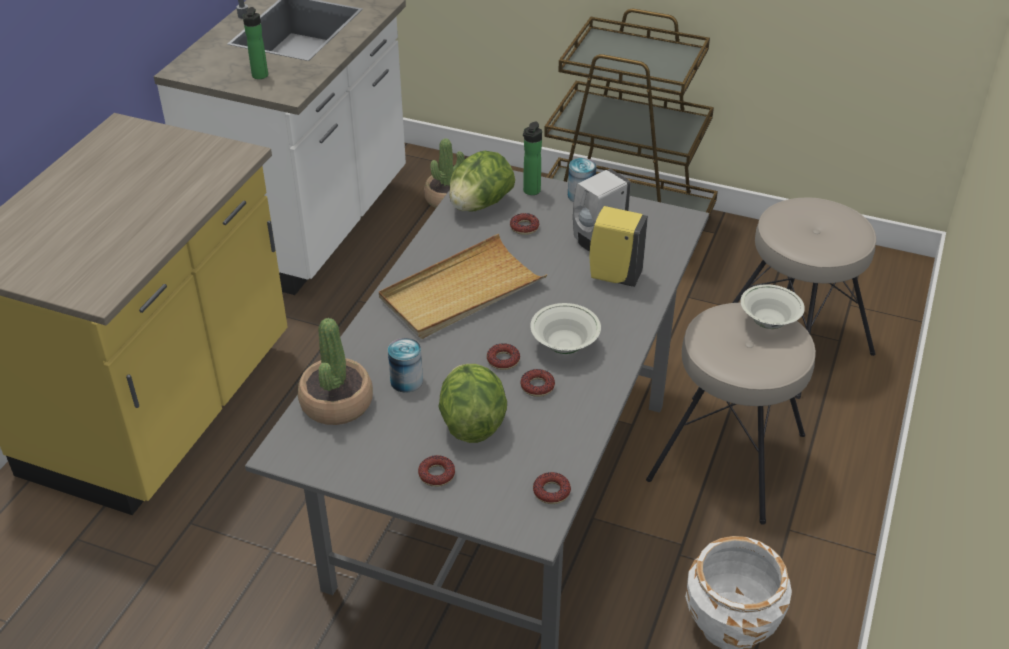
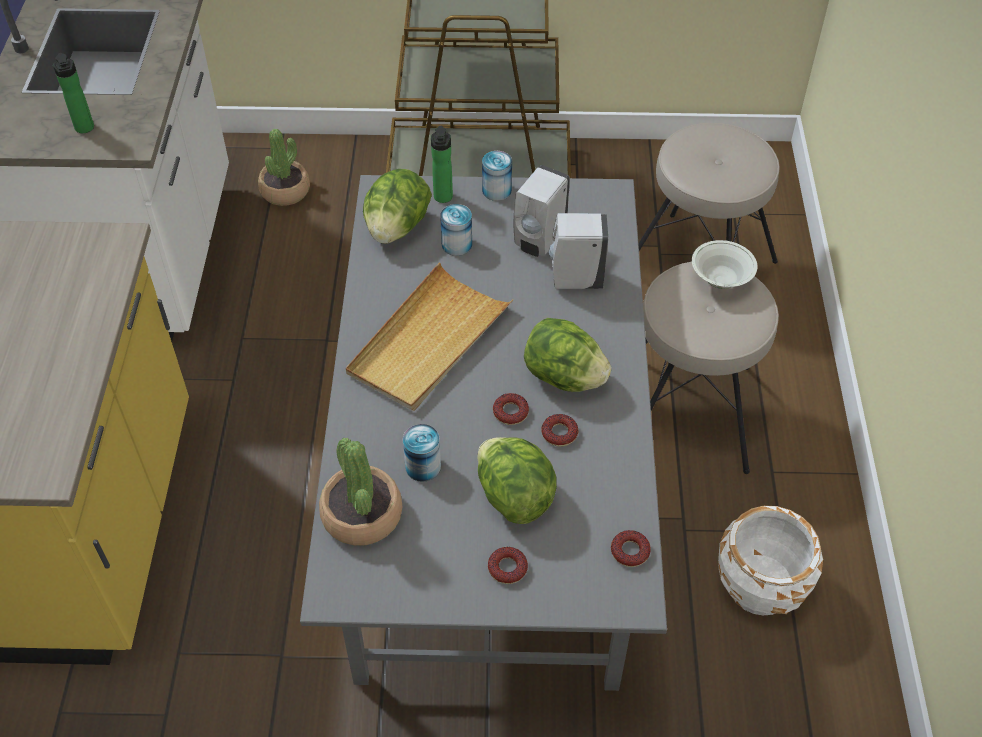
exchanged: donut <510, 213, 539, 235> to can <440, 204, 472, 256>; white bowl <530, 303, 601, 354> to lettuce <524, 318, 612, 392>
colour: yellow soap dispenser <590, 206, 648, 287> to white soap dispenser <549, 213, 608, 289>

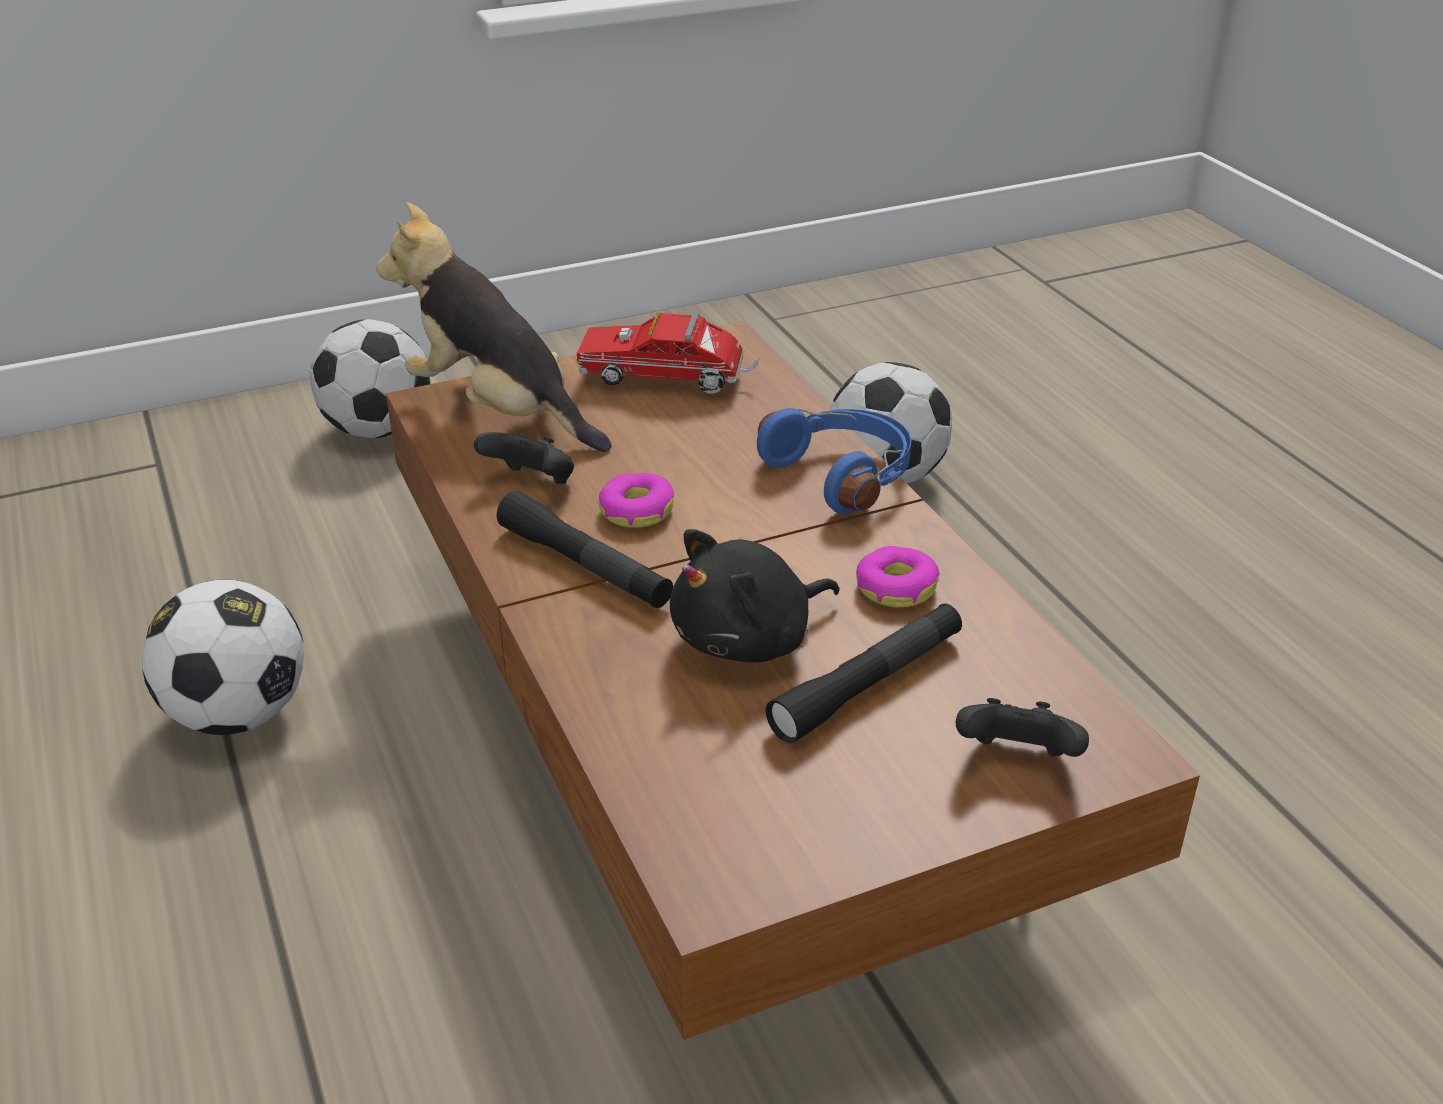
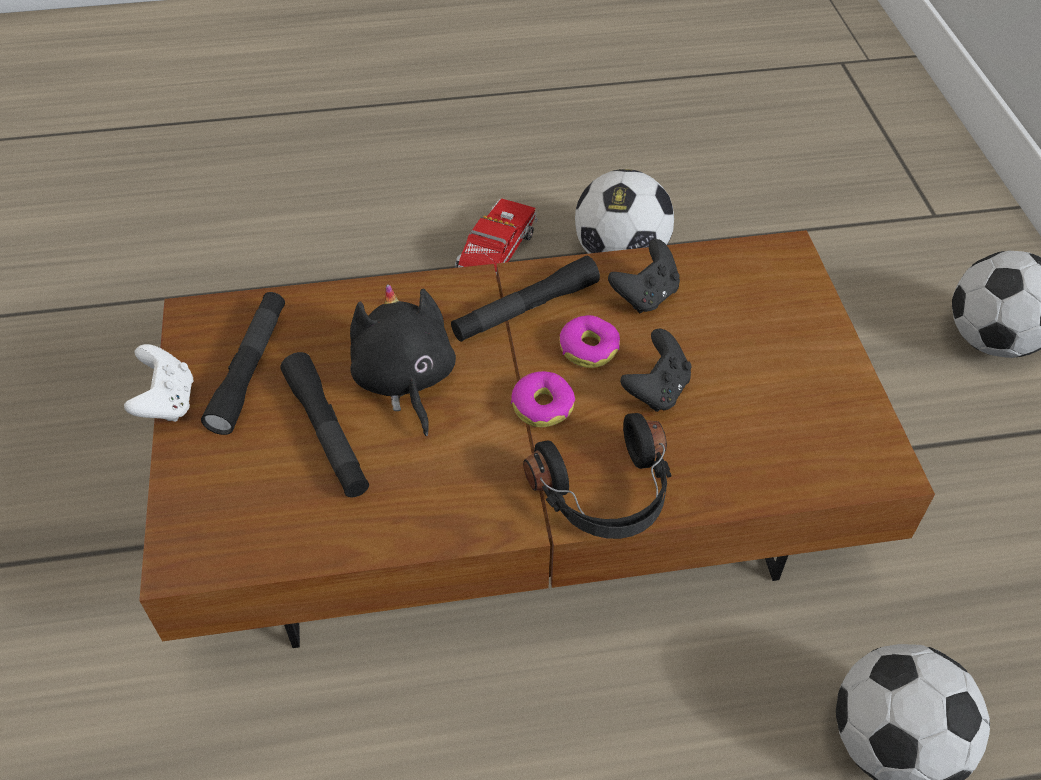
missing: plush toy <376, 202, 611, 452>
appeared: black flashlight <201, 292, 285, 435>; white game controller <124, 344, 193, 422>
relocated: toy truck <576, 312, 759, 394> to <455, 198, 538, 276>; donut <856, 546, 940, 607> to <511, 371, 575, 427>; black game controller <955, 698, 1089, 757> to <620, 329, 691, 412>
colour: blue headphones <757, 408, 911, 514> to black headphones <523, 413, 672, 539>

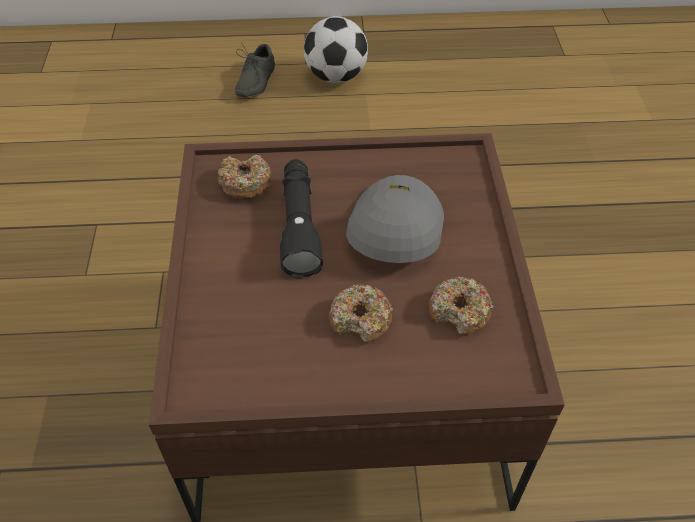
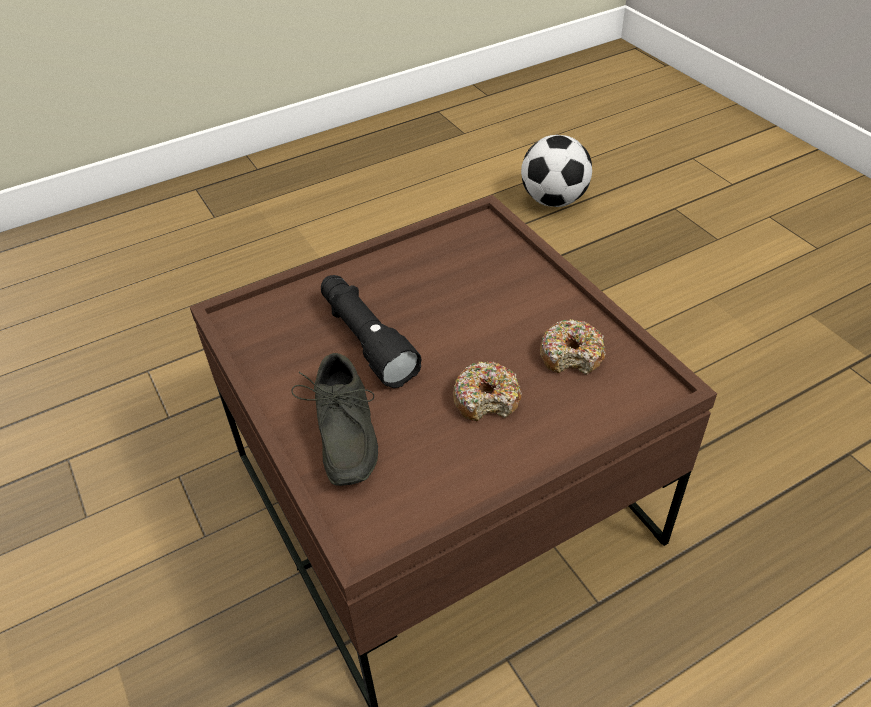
missing: donut <218, 155, 272, 200>; grey cap <346, 175, 444, 263>
relocated: football <304, 16, 368, 83> to <521, 135, 592, 207>; grey shoe <235, 42, 275, 97> to <291, 353, 378, 486>

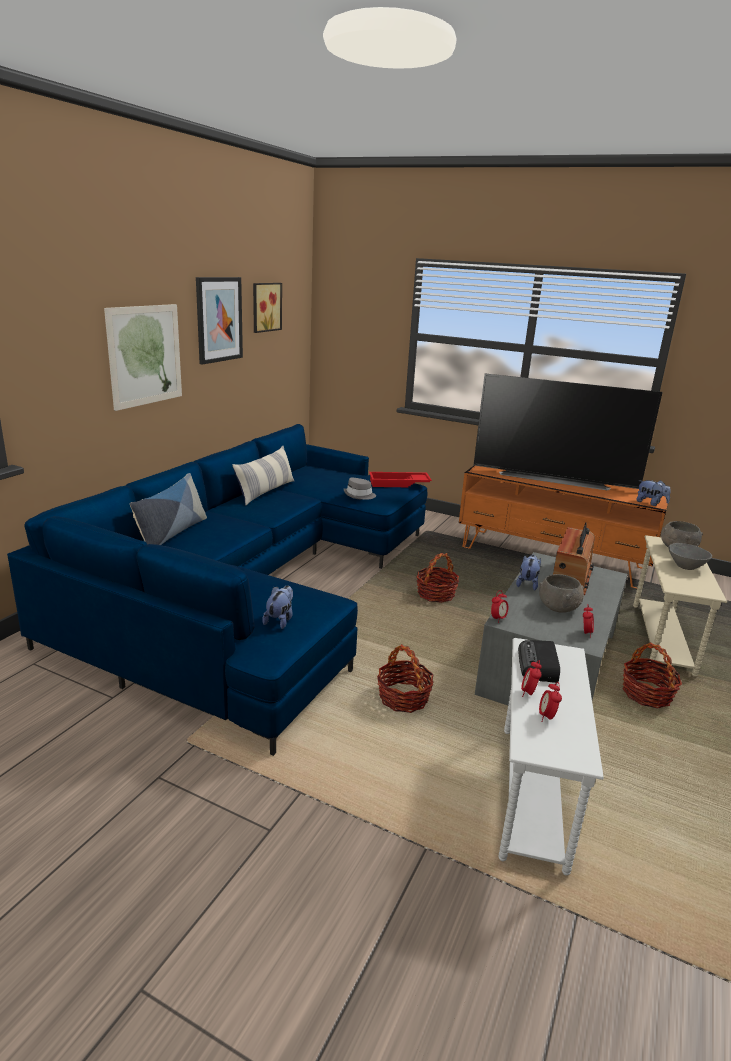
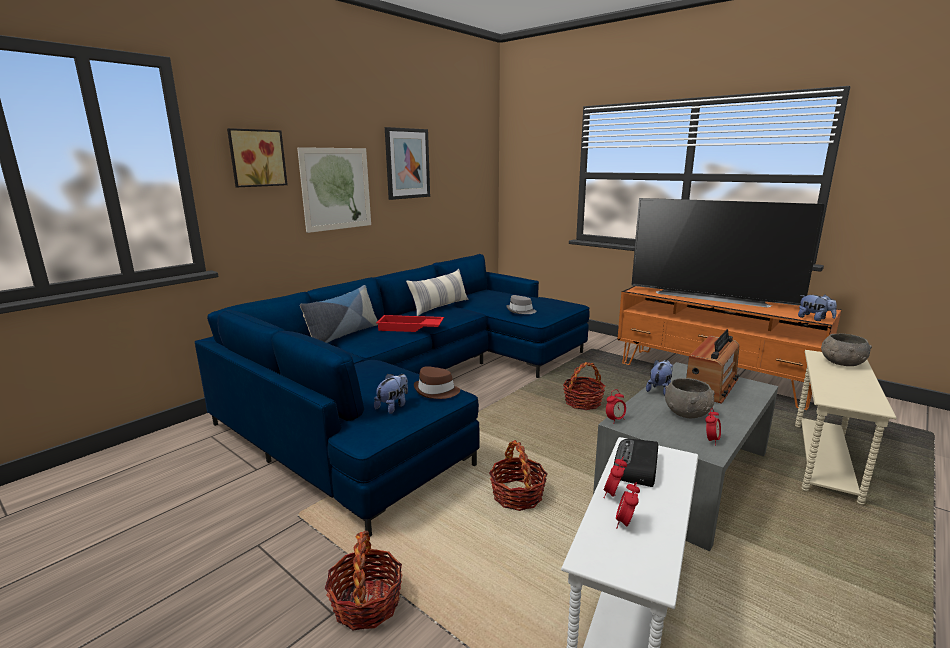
missing: grey bowl <669, 543, 712, 570>
appeared: brown hat <414, 366, 460, 399>
relocated: picture <253, 283, 282, 333> to <227, 128, 288, 187>; red tray <369, 472, 432, 487> to <376, 315, 444, 332>; basket <622, 642, 682, 709> to <325, 531, 403, 630>

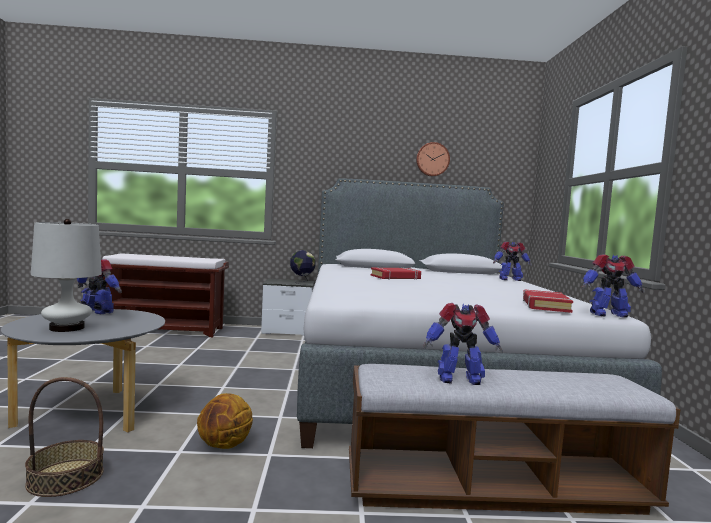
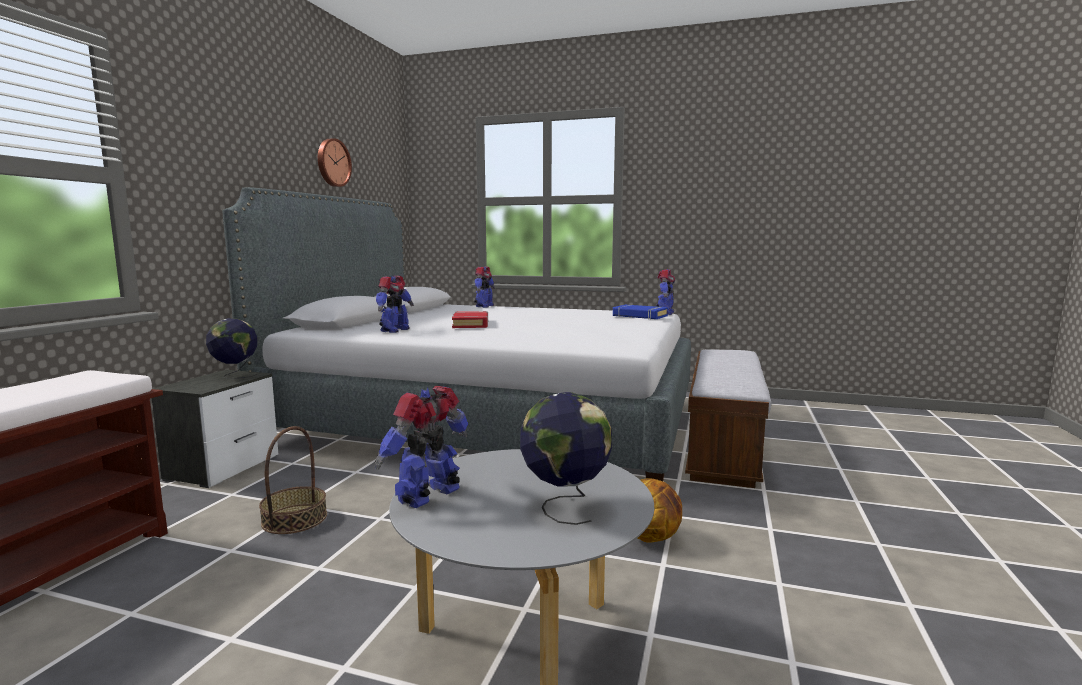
relocated: toy robot <423, 303, 503, 385> to <376, 276, 414, 333>; basket <25, 377, 104, 497> to <259, 426, 327, 534>
exchanged: white table lamp <31, 219, 102, 332> to globe <520, 392, 613, 525>
colour: red book <523, 290, 573, 313> to blue book <613, 305, 668, 319>

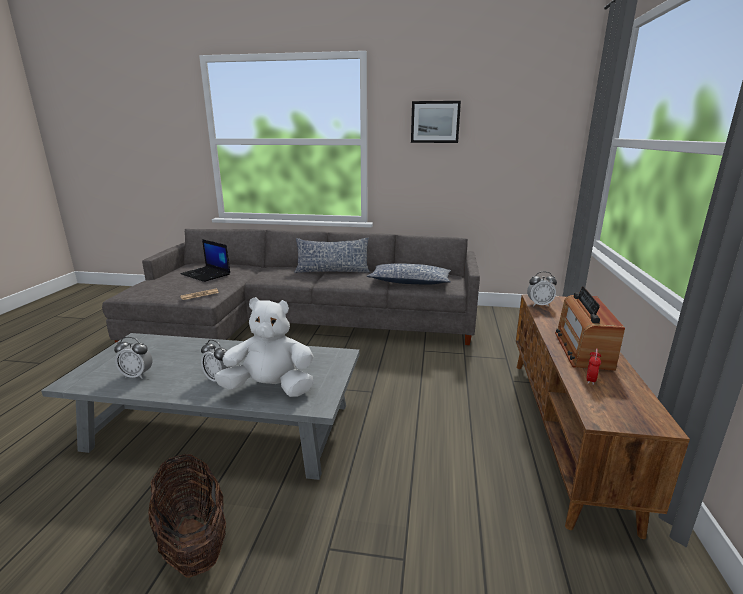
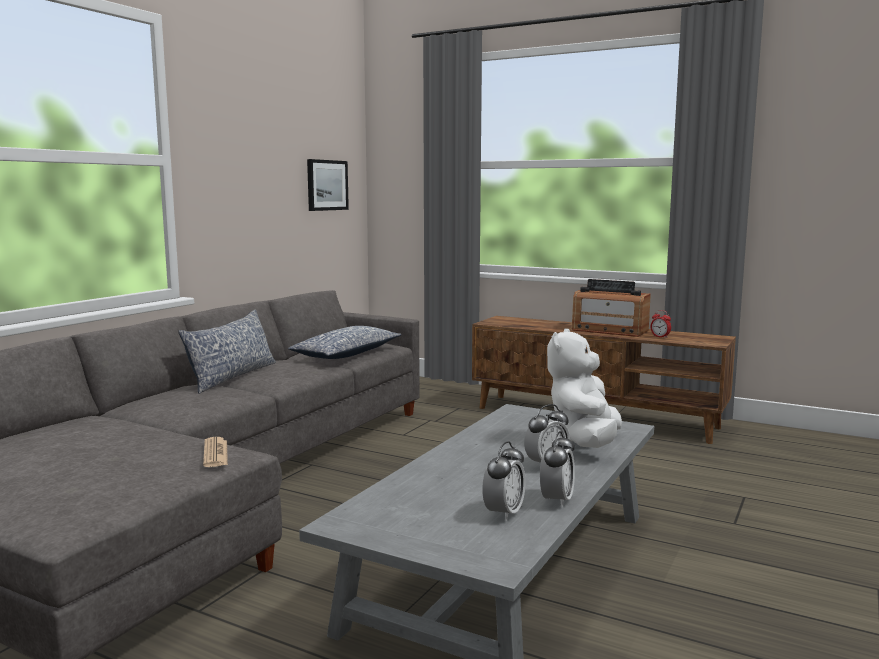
missing: laptop <180, 239, 230, 282>; basket <148, 454, 226, 578>
relocated: picture <411, 101, 461, 143> to <307, 159, 349, 211>; alarm clock <527, 271, 557, 307> to <540, 431, 575, 507>

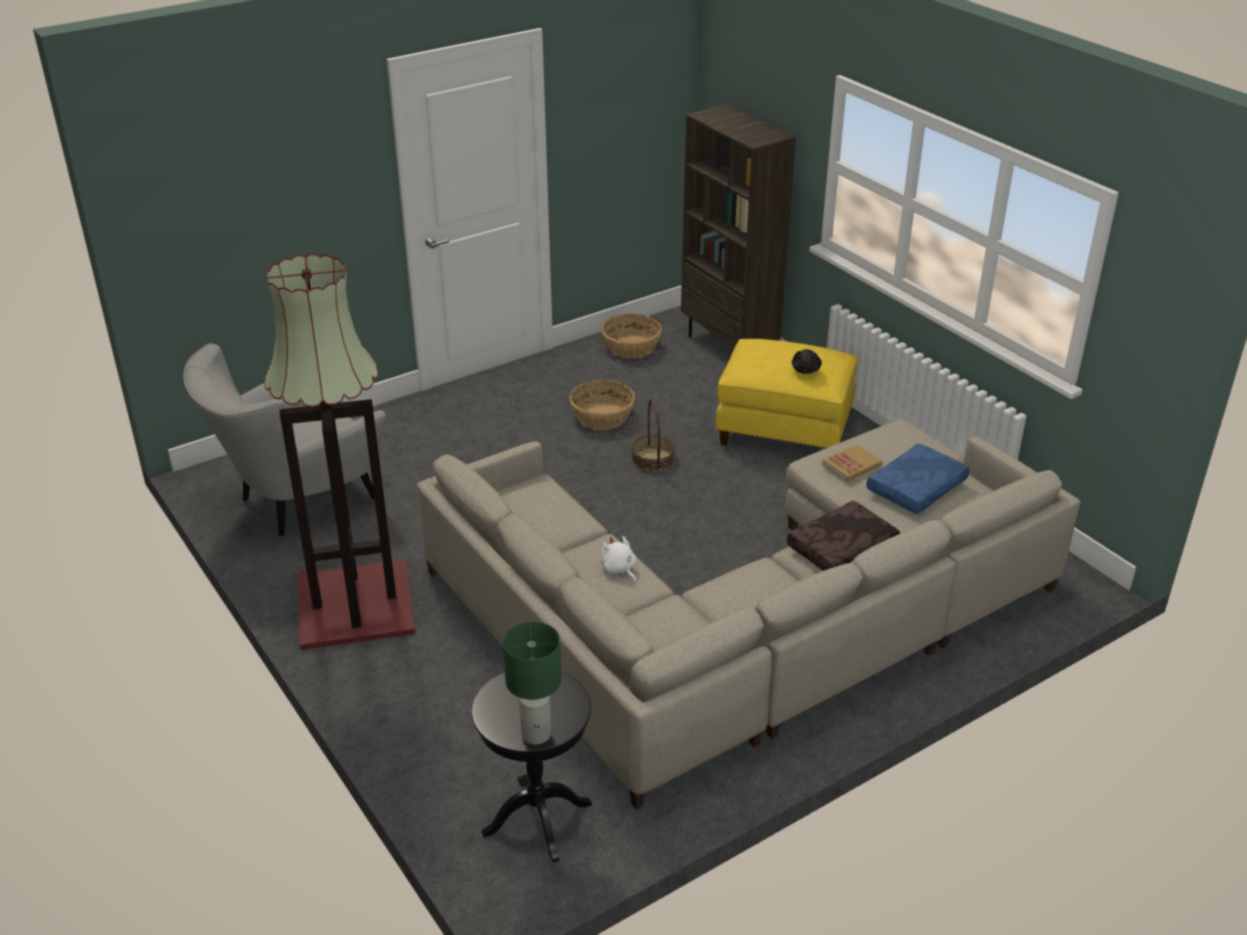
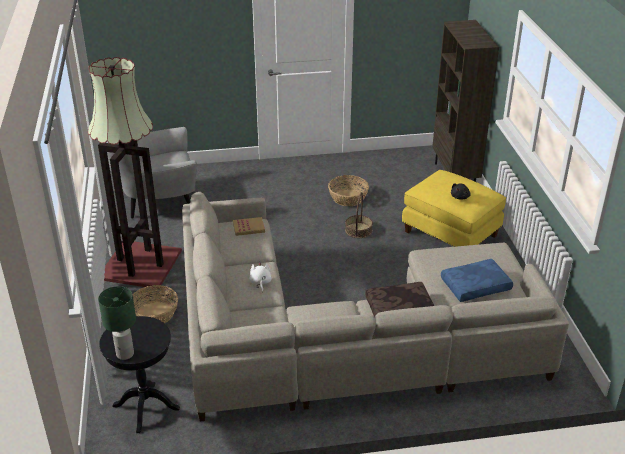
relocated: basket <601, 314, 662, 358> to <132, 285, 178, 323>; book <822, 445, 882, 482> to <233, 217, 265, 236>

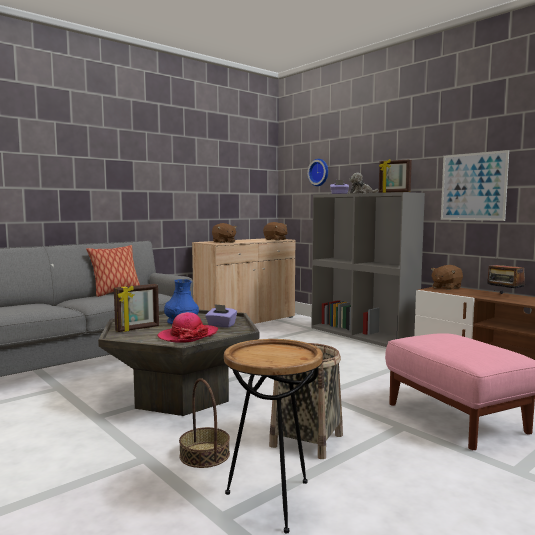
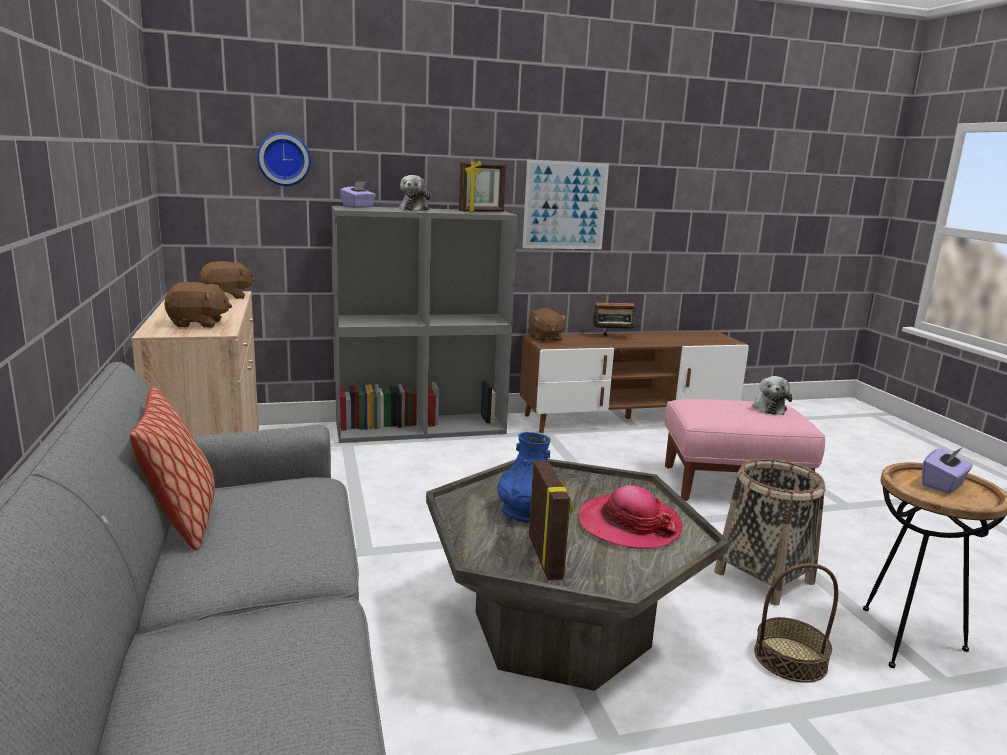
appeared: plush toy <752, 376, 792, 415>
relocated: purple tissue box <205, 304, 237, 328> to <922, 447, 973, 494>

